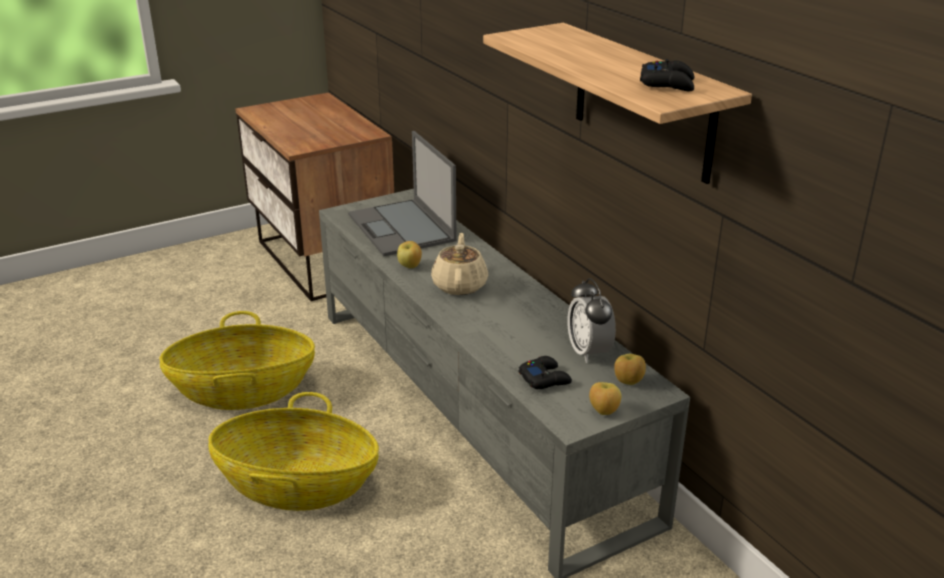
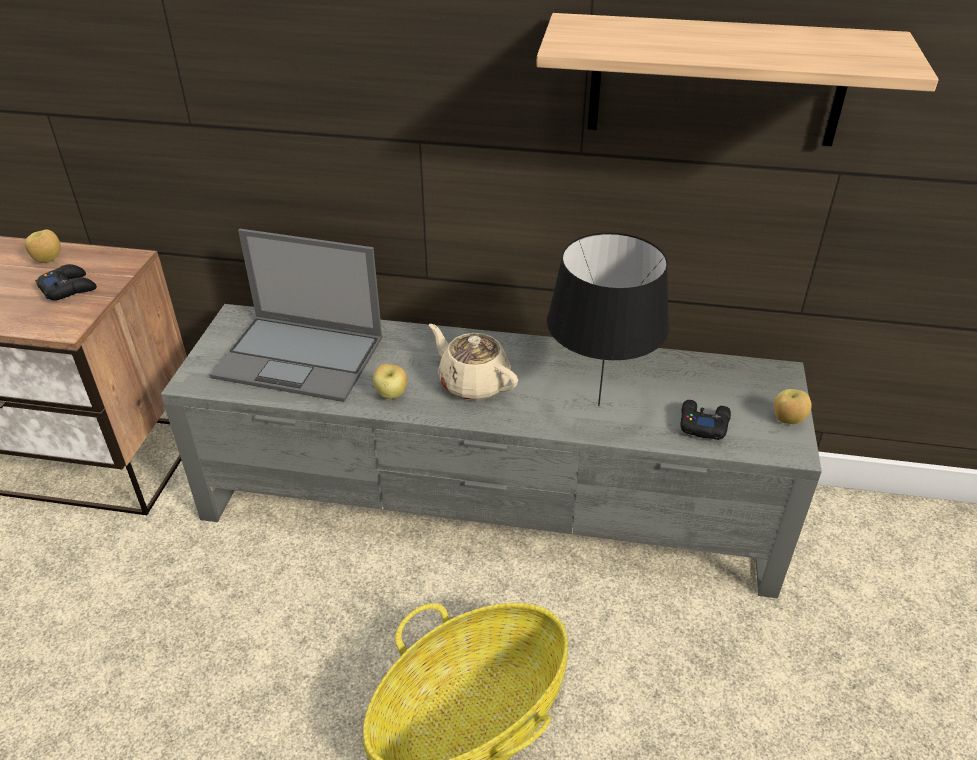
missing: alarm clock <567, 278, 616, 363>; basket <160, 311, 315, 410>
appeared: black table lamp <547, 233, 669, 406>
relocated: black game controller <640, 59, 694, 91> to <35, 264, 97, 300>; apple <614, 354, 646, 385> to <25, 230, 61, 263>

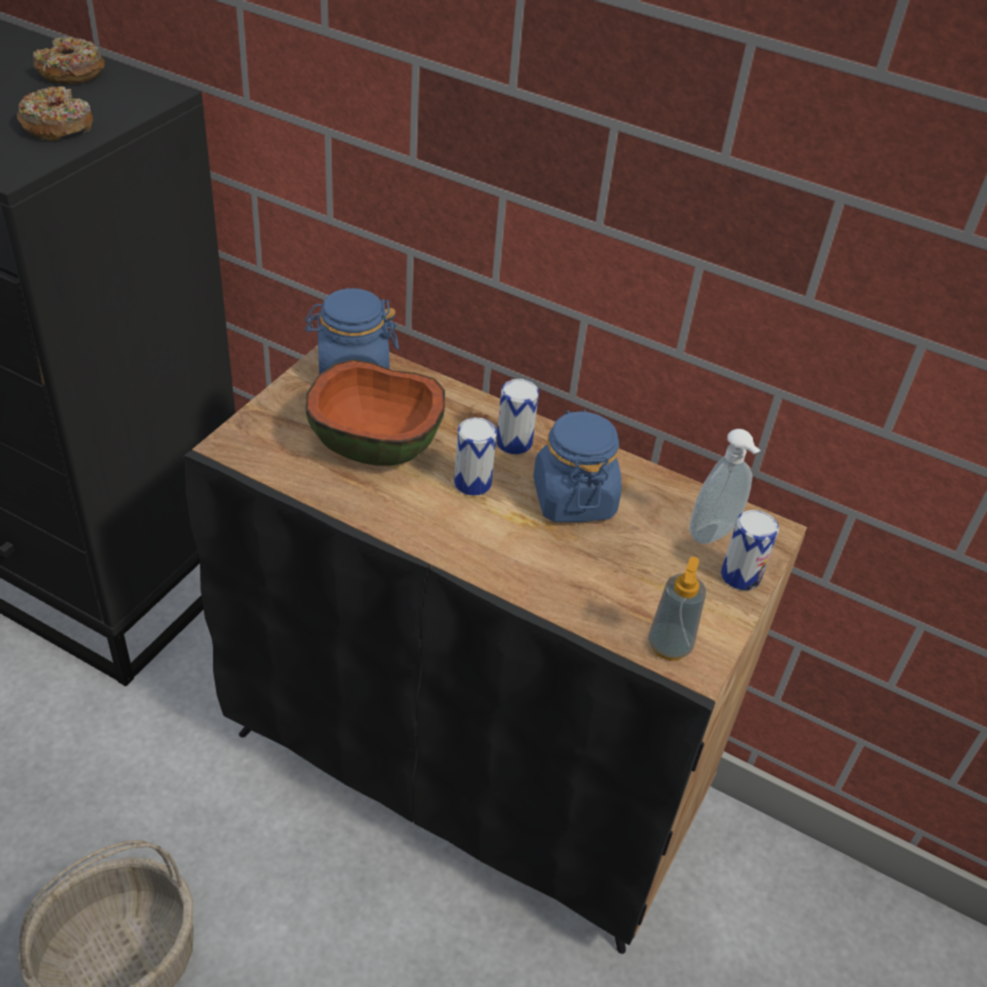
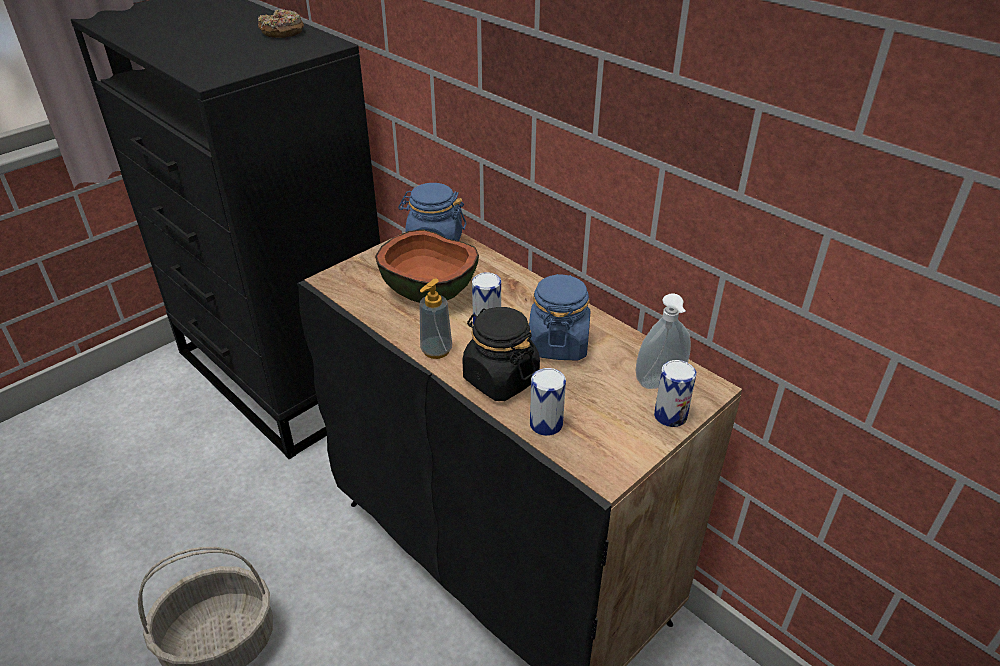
missing: donut <17, 86, 93, 141>
appeared: black jar <462, 307, 540, 401>
relocated: can <496, 379, 539, 454> to <530, 368, 566, 436>; soap dispenser <648, 557, 706, 661> to <420, 279, 452, 359>

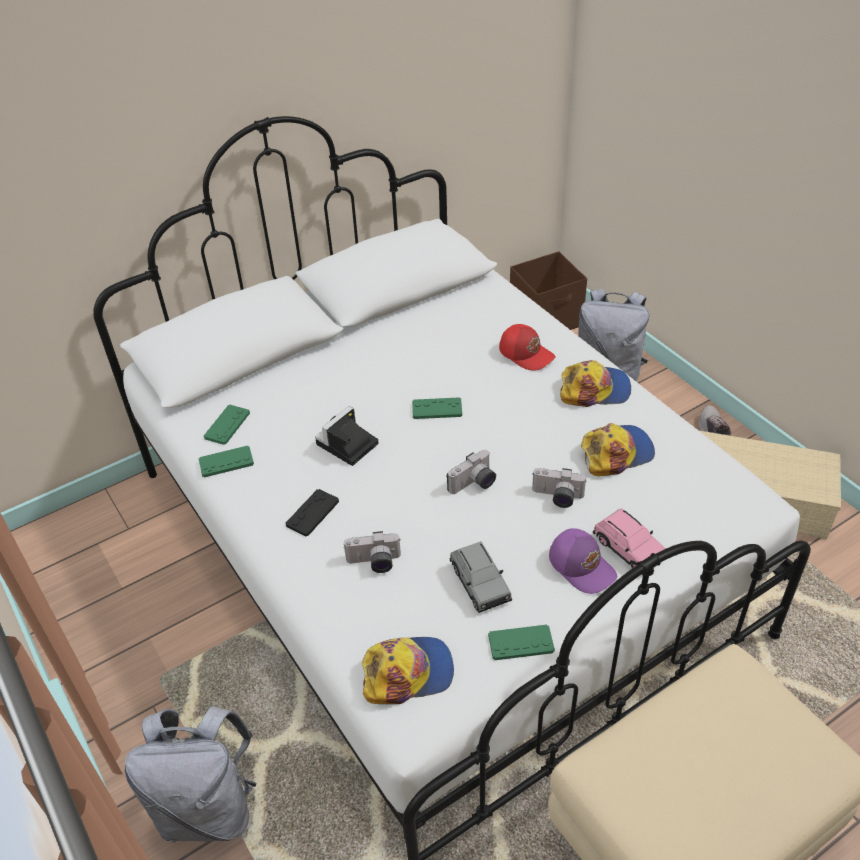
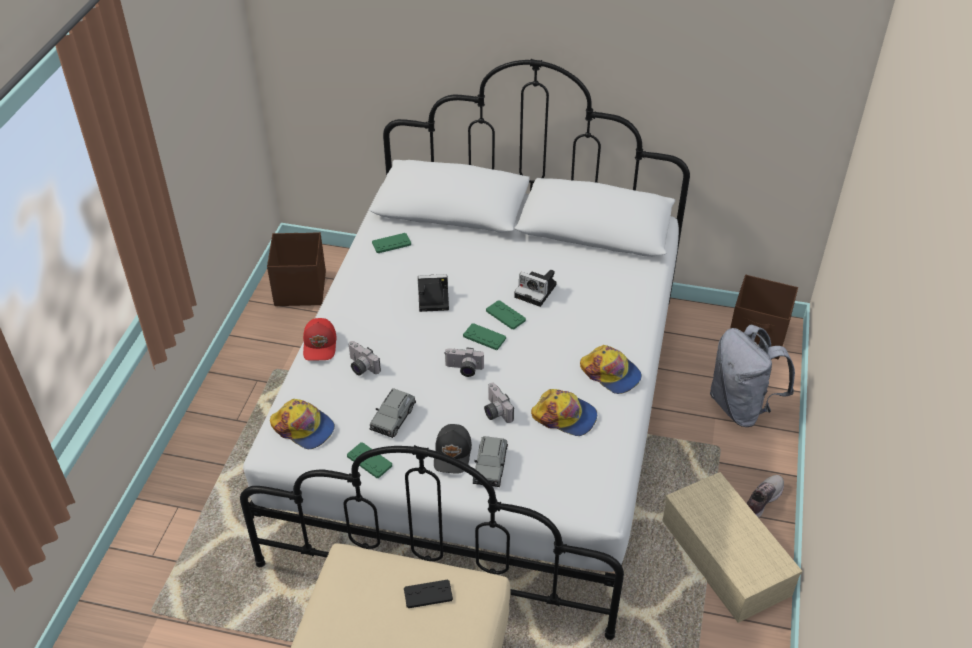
missing: grey backpack <125, 706, 257, 843>
appeared: brown storage box <267, 232, 326, 306>; photo camera <514, 270, 556, 307>
relocated: red cap <499, 324, 555, 371> to <303, 318, 337, 361>; green game controller <198, 446, 254, 477> to <463, 323, 506, 350>; black game controller <286, 489, 339, 536> to <404, 580, 453, 608>
colour: pink toy car <593, 508, 666, 576> to grey toy car <473, 436, 508, 487>; purple cap <549, 528, 617, 594> to black cap <434, 424, 472, 473>

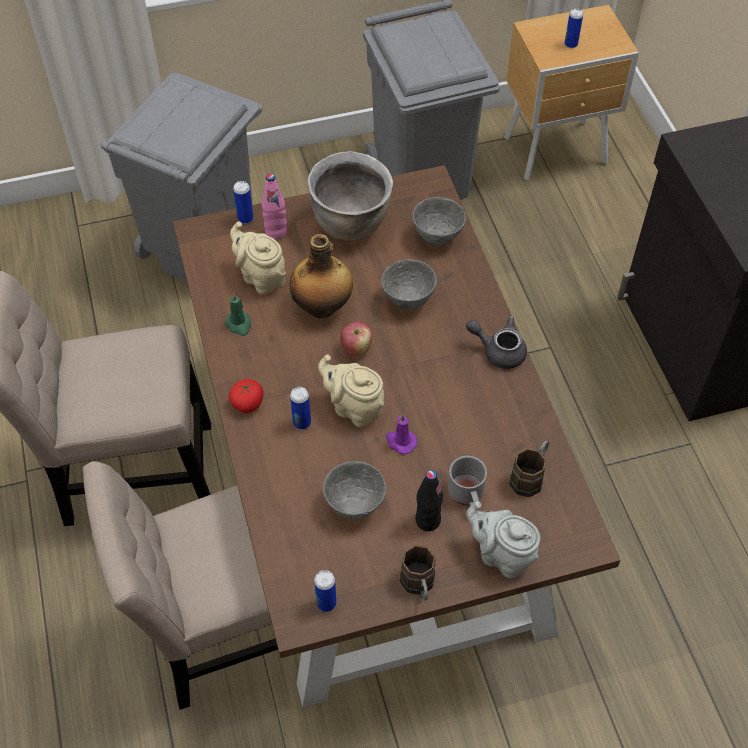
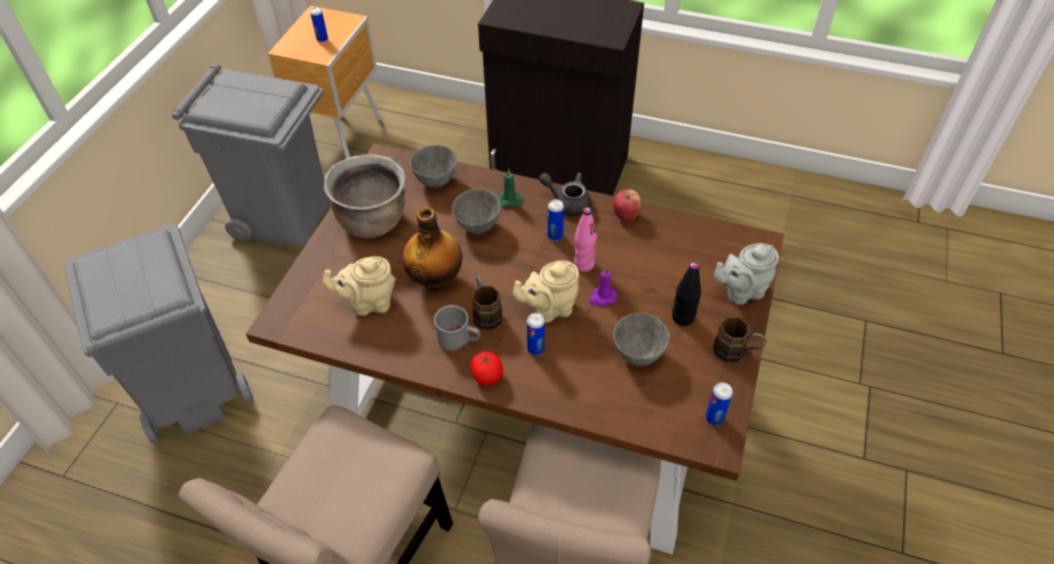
relocated: pink bottle <262, 174, 287, 239> to <574, 207, 597, 272>; can <233, 181, 253, 224> to <548, 199, 564, 241>; green candle <225, 293, 252, 336> to <498, 169, 524, 207>; apple <340, 321, 372, 357> to <613, 189, 641, 221>; brown mug <509, 440, 549, 497> to <472, 276, 502, 330>; grey mug <448, 456, 487, 510> to <434, 305, 480, 351>
spun: grey teapot <466, 315, 527, 369> = <539, 173, 591, 216> 60 degrees clockwise

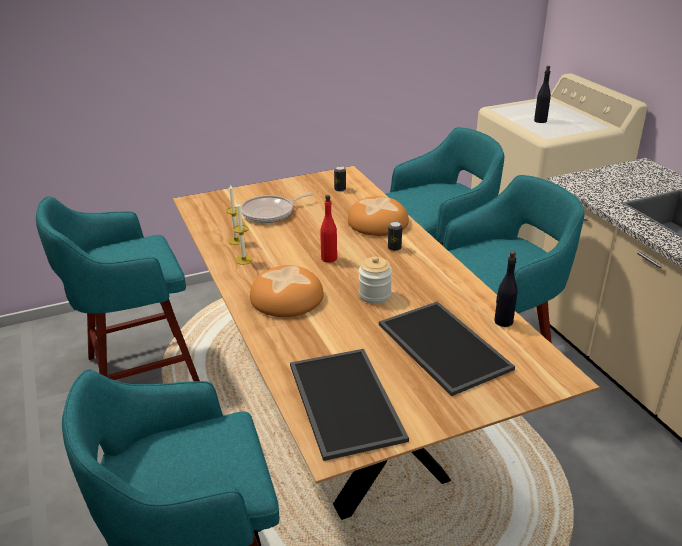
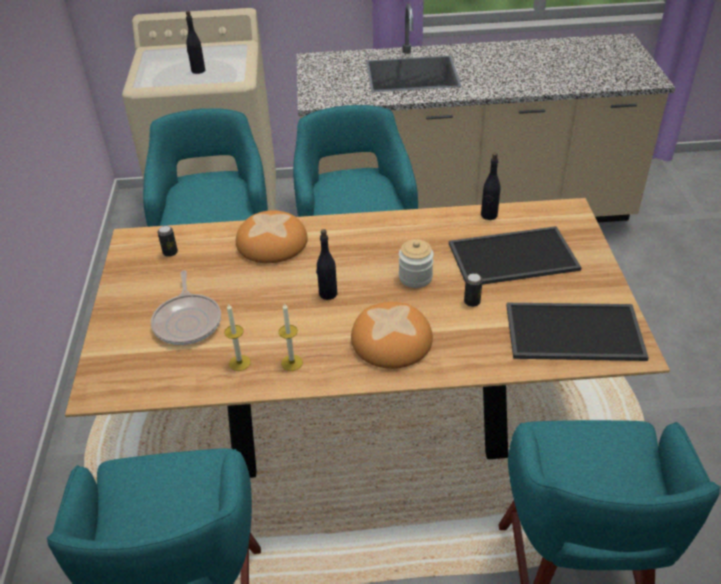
relocated: can <388, 222, 402, 251> to <464, 273, 483, 307>
colour: red bottle <320, 195, 337, 263> to black bottle <316, 229, 337, 300>

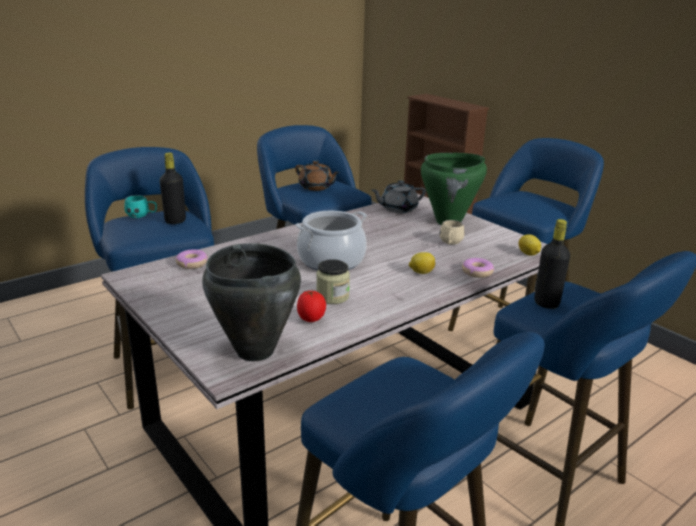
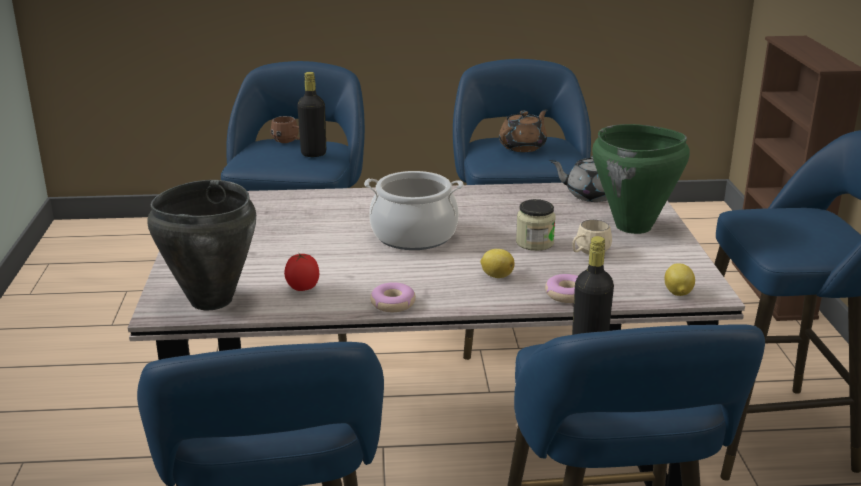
relocated: donut <176, 249, 208, 269> to <370, 282, 416, 312>; jar <316, 259, 350, 304> to <516, 199, 556, 251>
colour: turquoise mug <124, 195, 157, 218> to brown mug <271, 116, 300, 143>
spun: brown teapot <295, 161, 340, 191> = <499, 109, 547, 152> 120 degrees counterclockwise

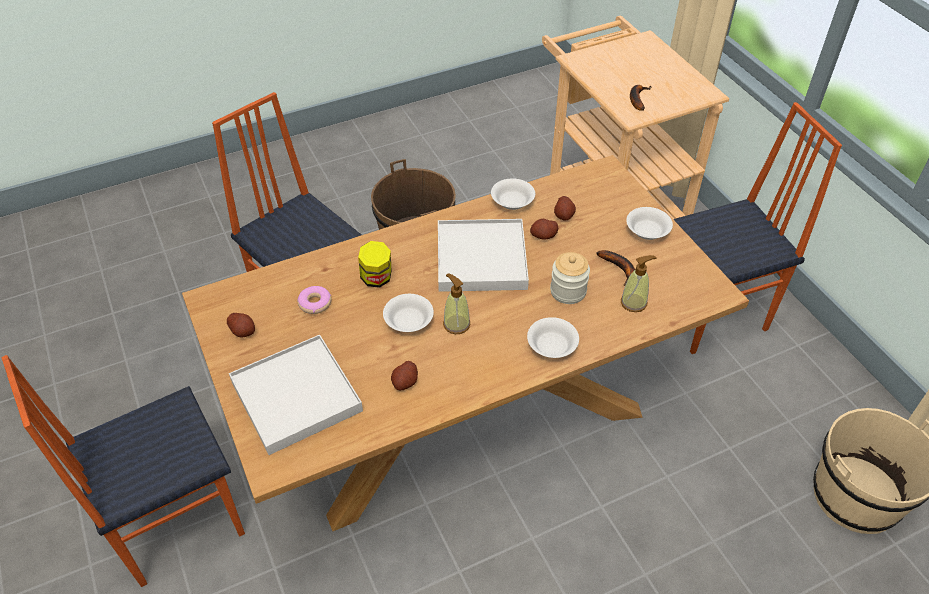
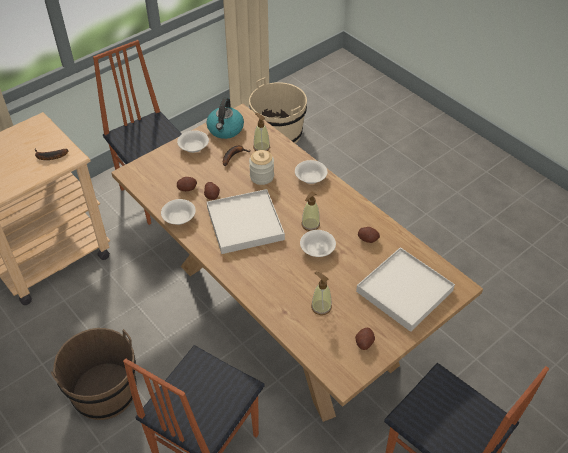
missing: jar <358, 241, 391, 288>
appeared: kettle <206, 97, 244, 139>
exchanged: donut <297, 286, 331, 314> to soap dispenser <311, 272, 332, 315>

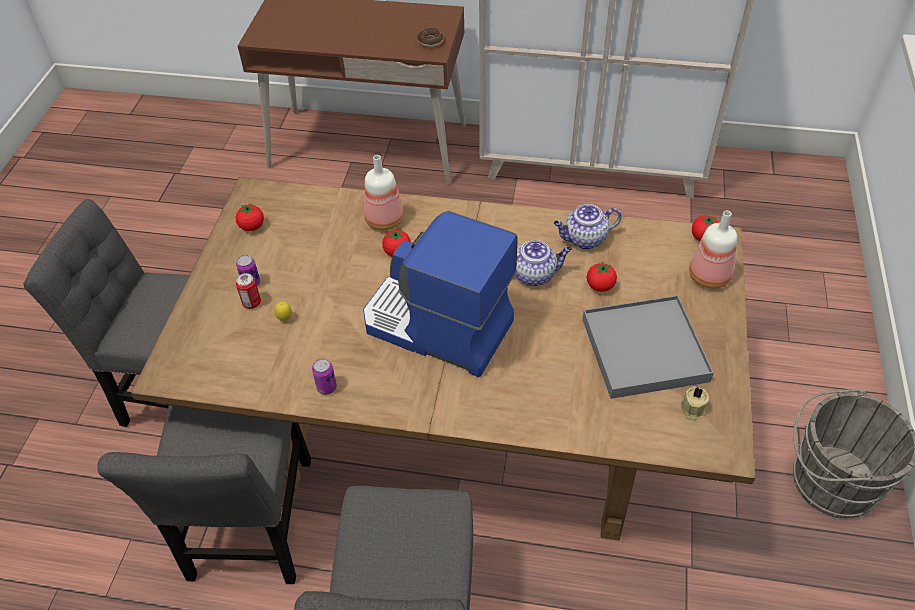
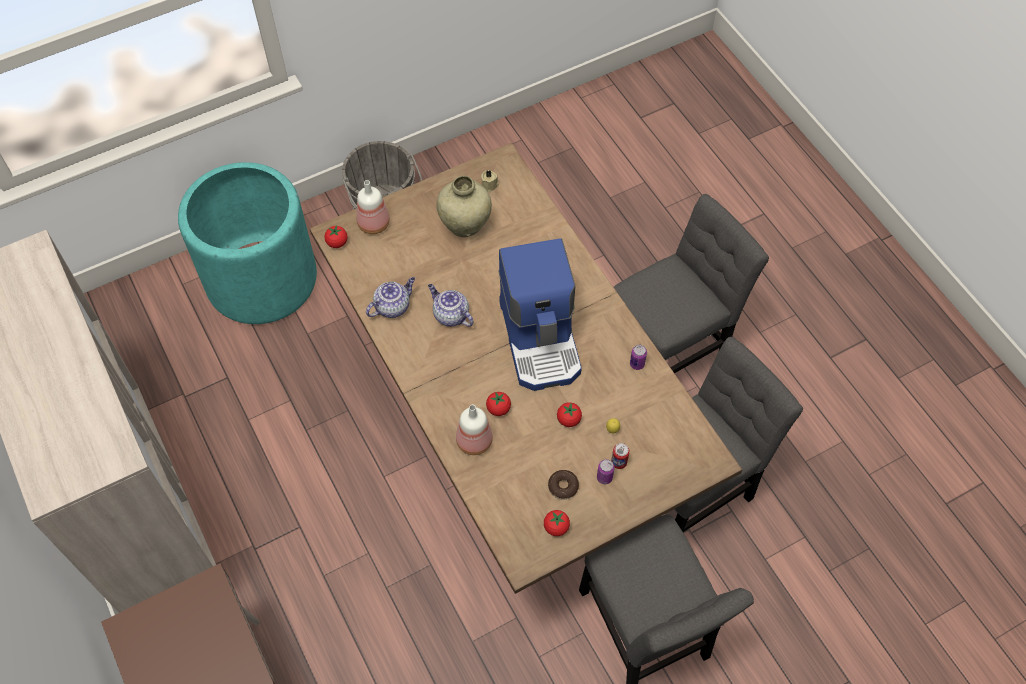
appeared: turquoise planter <178, 162, 317, 324>
relocated: donut <418, 28, 444, 47> to <548, 470, 579, 500>; tomato <587, 261, 617, 292> to <557, 402, 582, 427>
exchanged: grey tray <582, 295, 714, 399> to beige vase <436, 176, 492, 237>
spun: teapot <553, 204, 622, 250> = <366, 277, 415, 318> 75 degrees counterclockwise

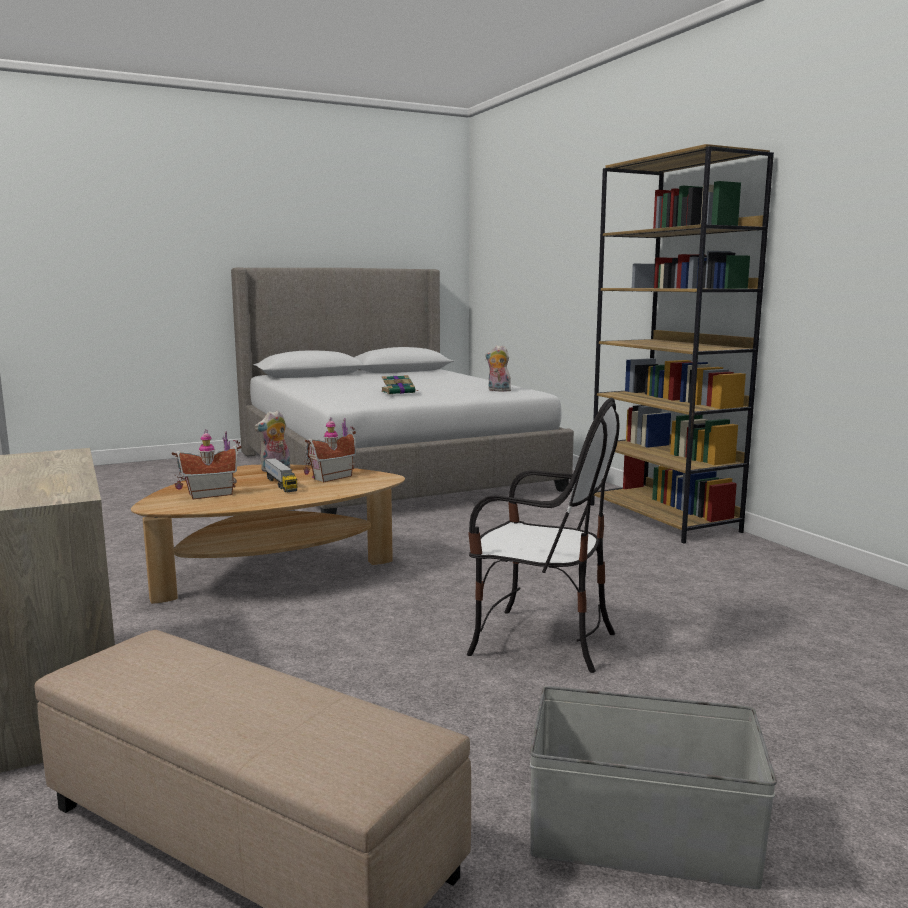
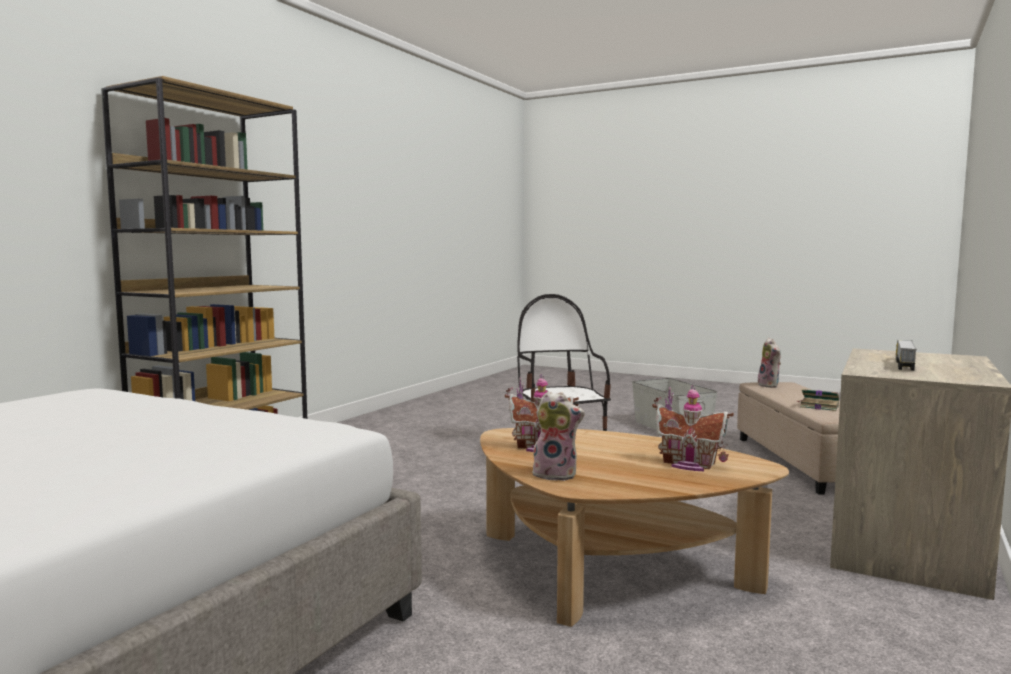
relocated: plush toy <485, 345, 511, 392> to <758, 338, 781, 388>; book <381, 375, 419, 394> to <796, 389, 839, 411>; toy truck <264, 458, 298, 492> to <896, 340, 917, 371>

